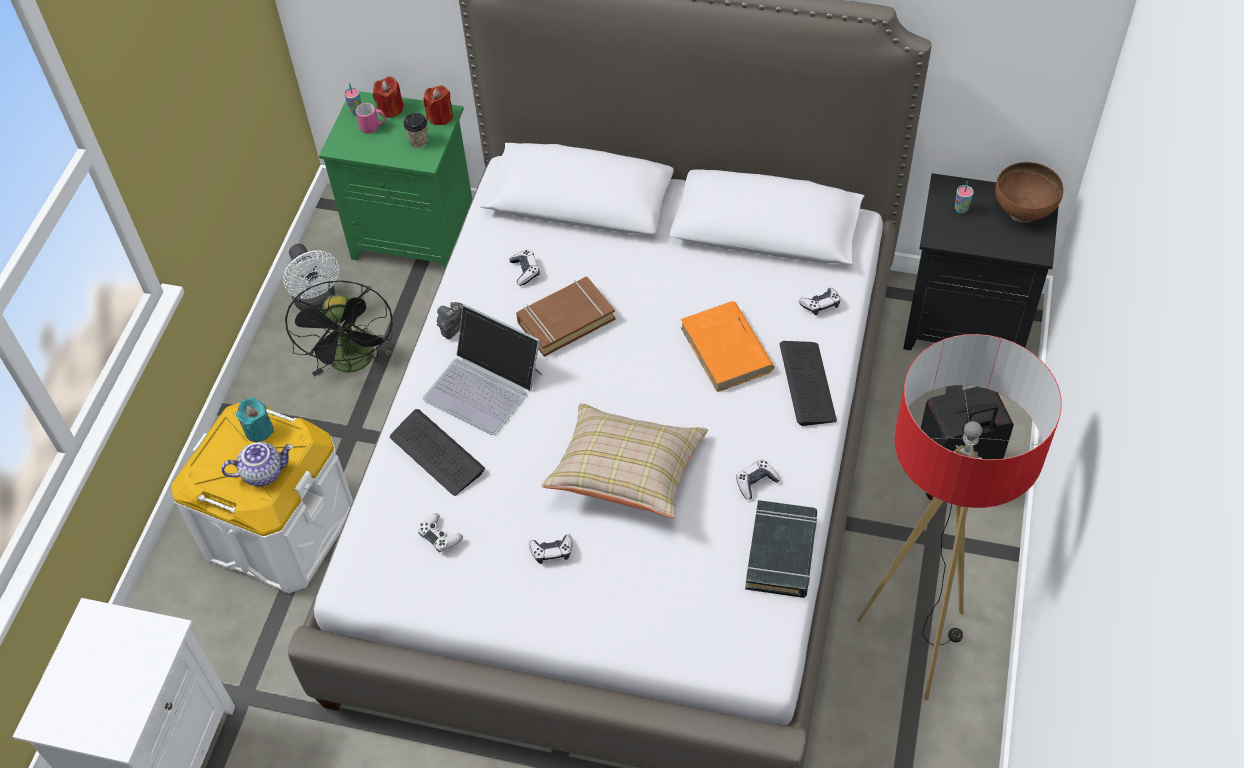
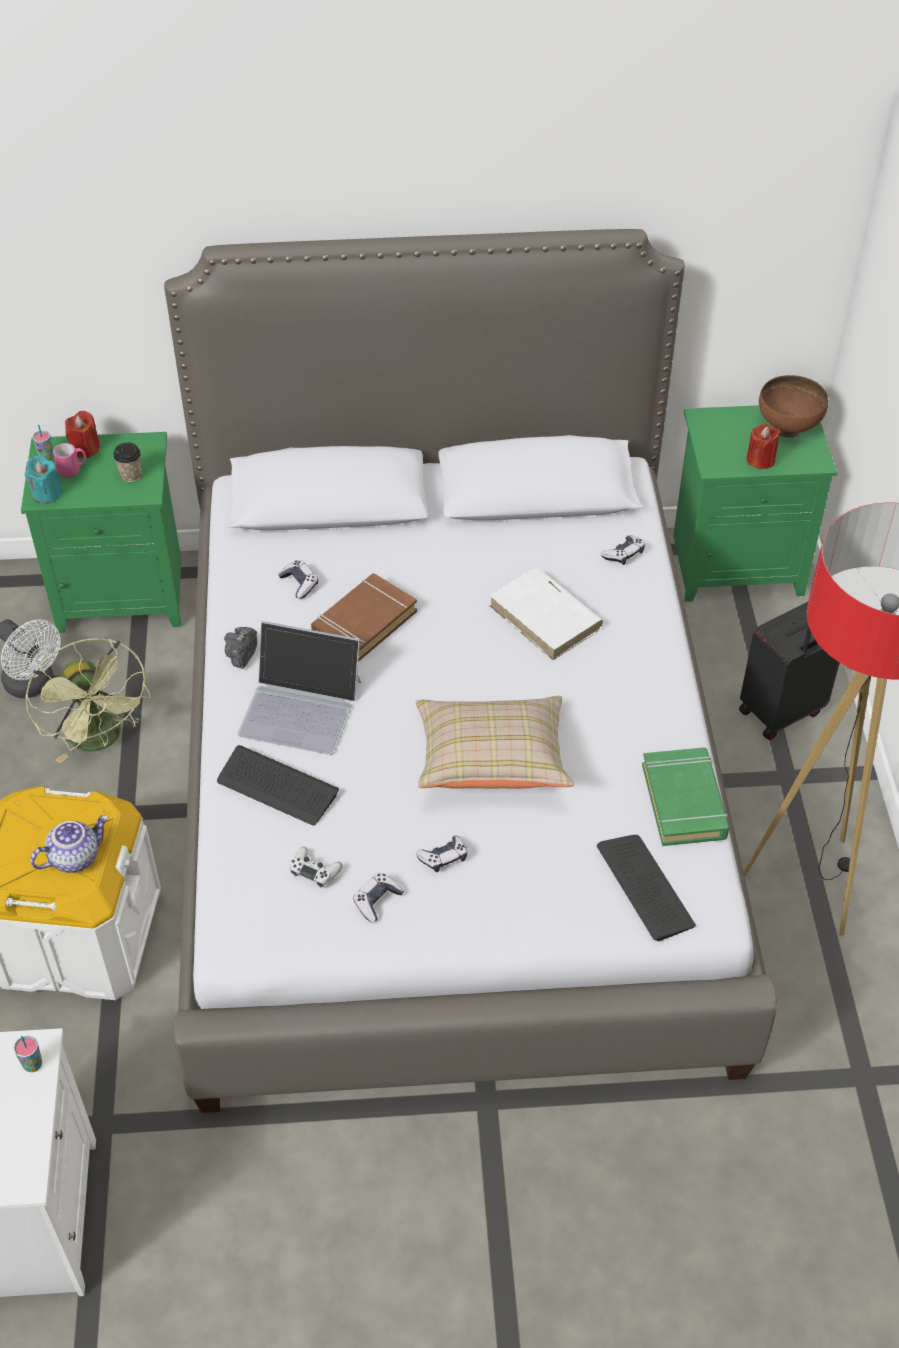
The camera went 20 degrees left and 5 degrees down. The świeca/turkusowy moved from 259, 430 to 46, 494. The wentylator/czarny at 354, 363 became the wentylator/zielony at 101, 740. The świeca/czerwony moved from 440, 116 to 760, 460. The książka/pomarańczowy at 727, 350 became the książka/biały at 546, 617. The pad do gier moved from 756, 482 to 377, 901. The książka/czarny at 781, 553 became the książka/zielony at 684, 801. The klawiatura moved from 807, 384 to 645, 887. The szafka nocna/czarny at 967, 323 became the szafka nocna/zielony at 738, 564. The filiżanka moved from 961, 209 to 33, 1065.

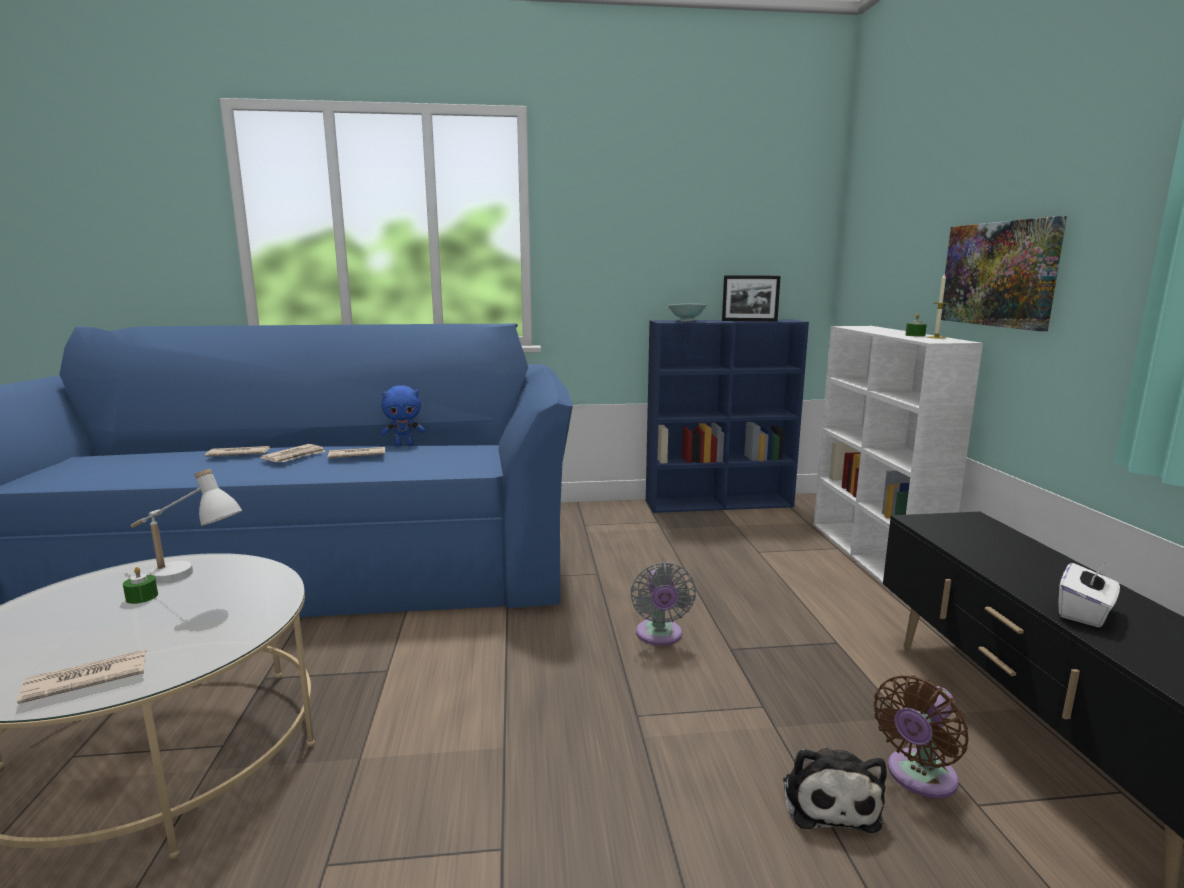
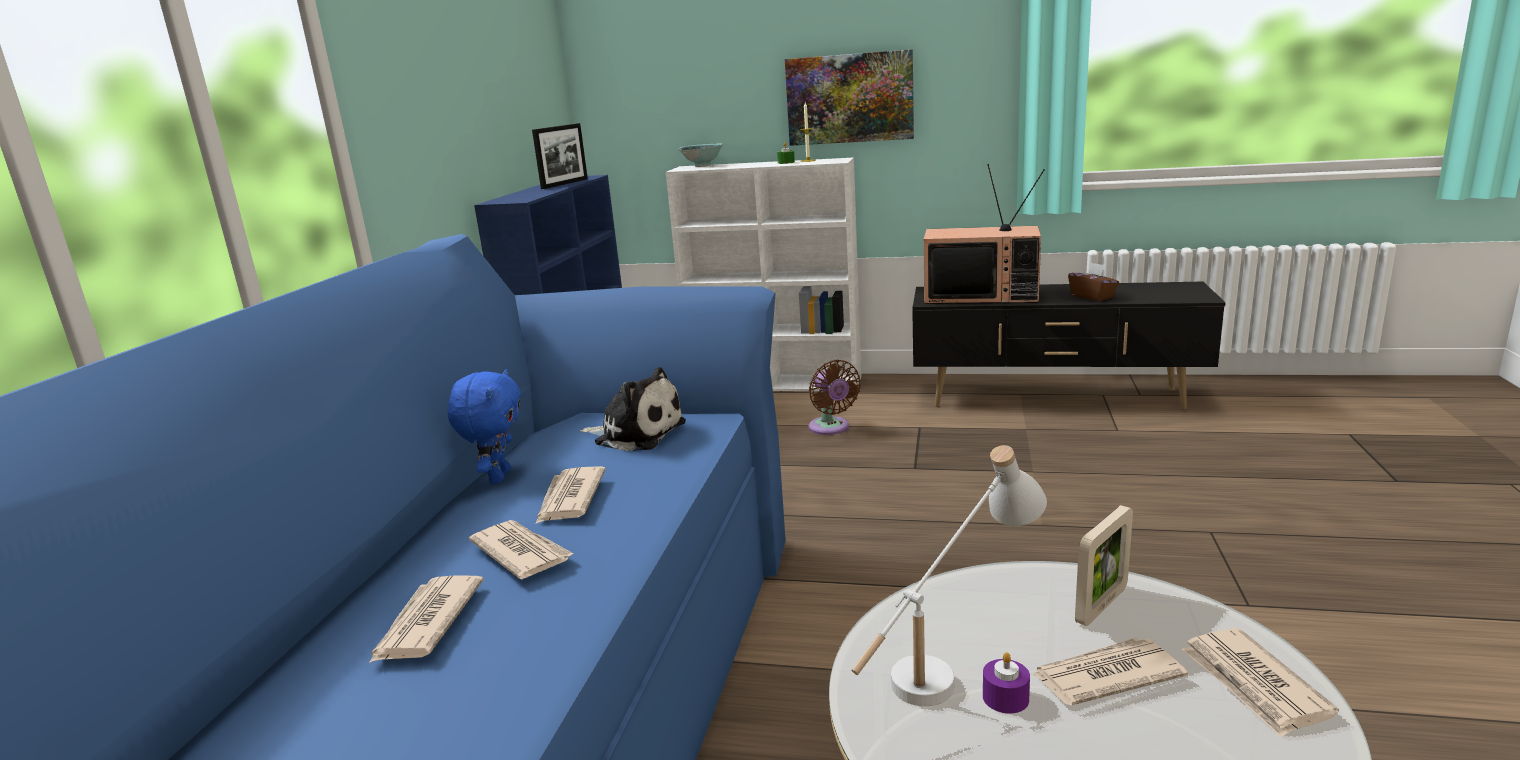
The camera went 70 degrees left and 5 degrees up. The świeca/zielony at 142, 597 became the świeca/fioletowy at 1005, 698. The wentylator/szary at 659, 636 disappeared. The miska moved from 687, 321 to 702, 166. The pluszak moved from 829, 800 to 636, 433. The wentylator/brązowy moved from 918, 777 to 831, 428. The pudełko chusteczek/biały at 1084, 613 became the pudełko chusteczek/brązowy at 1092, 297. The telewizor at 982, 296 appeared. The gazeta at 1105, 676 appeared. The ramka na zdjęcie at 1101, 605 appeared.

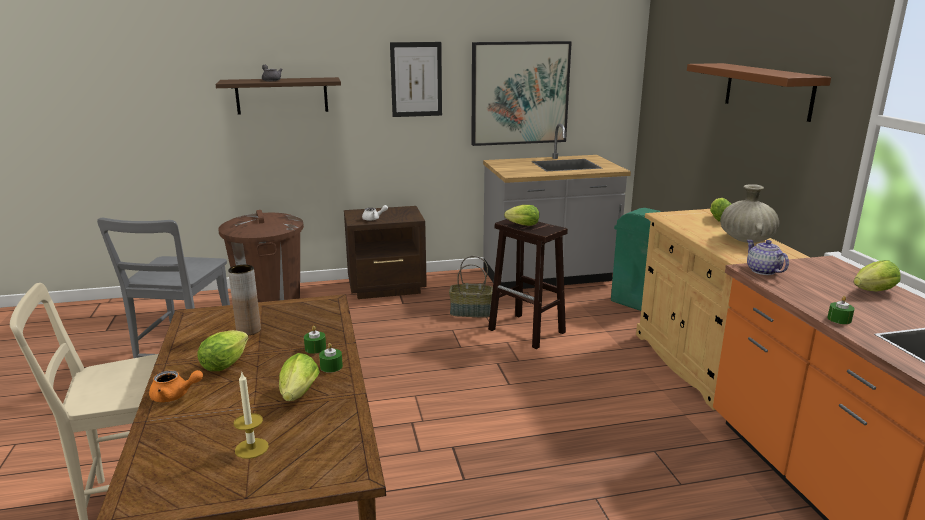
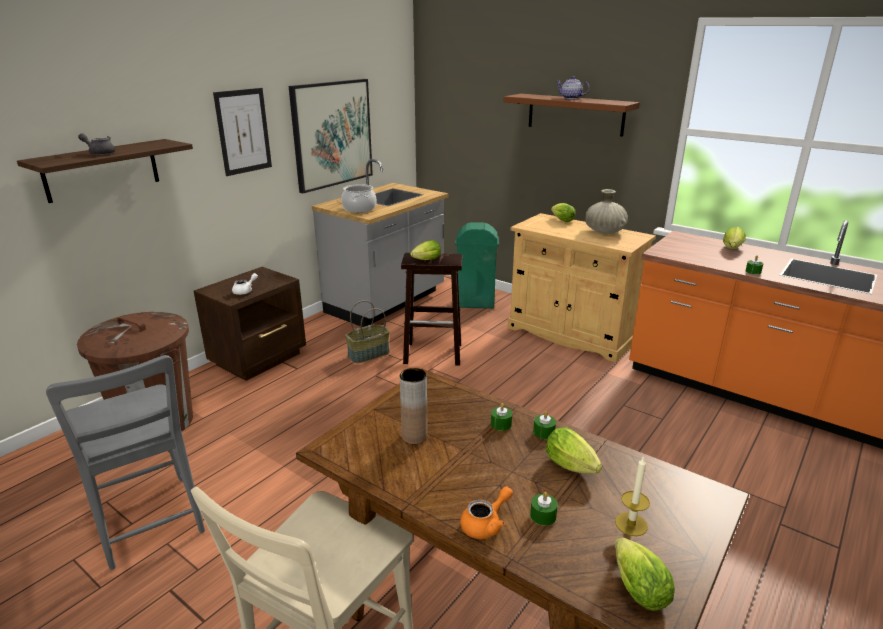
The camera went 40 degrees left and 5 degrees up. The sałata moved from 227, 363 to 636, 586. The imbryk moved from 763, 271 to 571, 98. The garnek at 359, 209 appeared. The świeca/zielony at 543, 516 appeared.

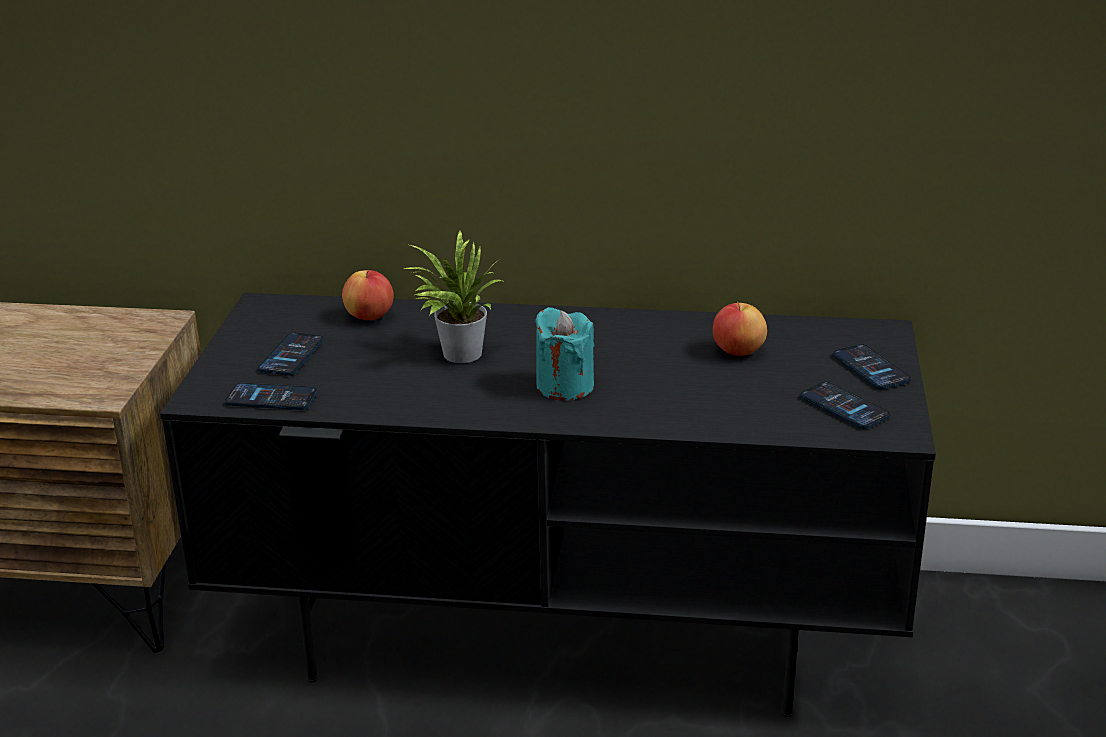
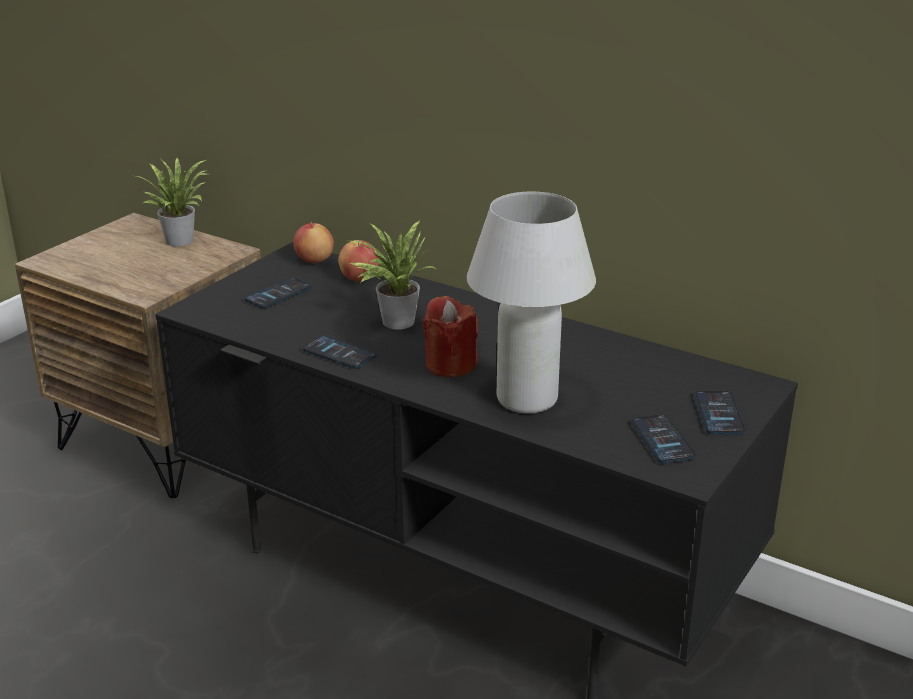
The camera went 25 degrees right and 0 degrees up. The telefon moved from 271, 398 to 339, 353. The świeca/turkusowy at 565, 386 became the świeca/czerwony at 450, 365. The jabłko moved from 738, 351 to 314, 260. The roślina doniczkowa at 181, 239 appeared. The lampa stołowa/biały at 527, 399 appeared.

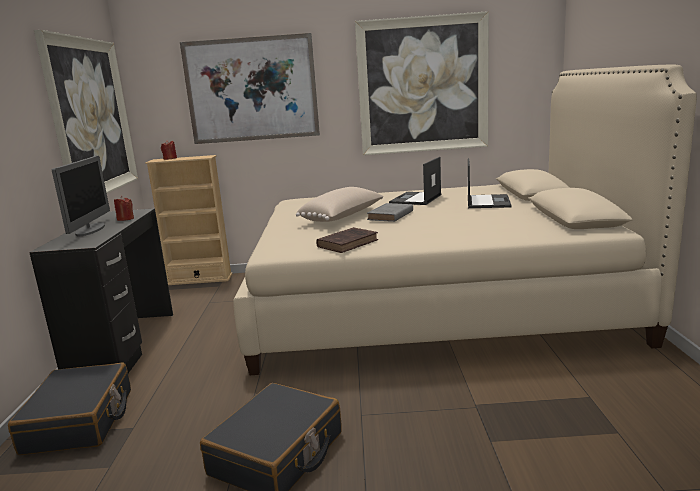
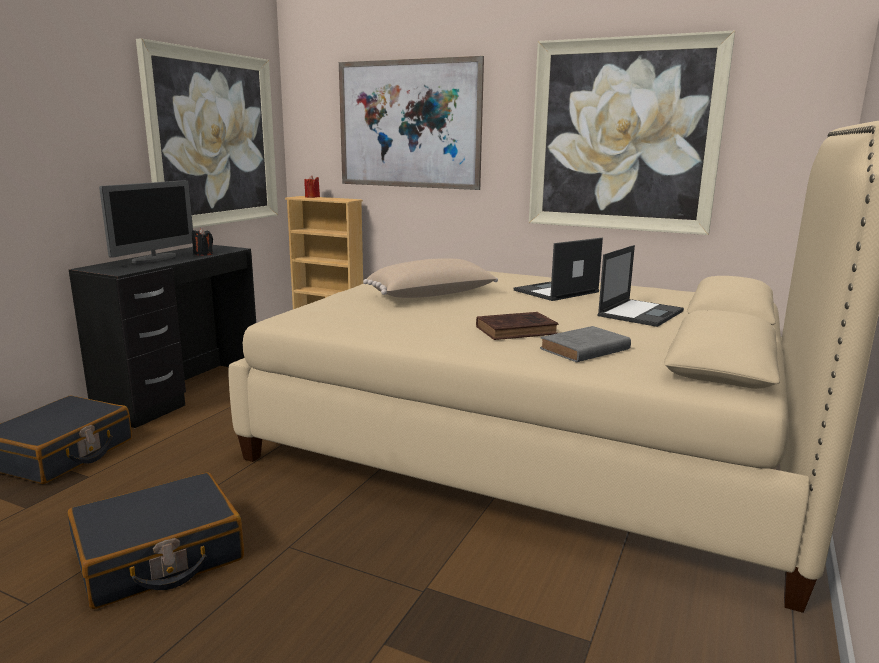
The camera went 25 degrees right and 0 degrees up. The świeca/czerwony at 125, 219 became the świeca/czarny at 203, 254. The książka/brązowy moved from 349, 243 to 518, 330. The książka/szary moved from 390, 216 to 583, 350.

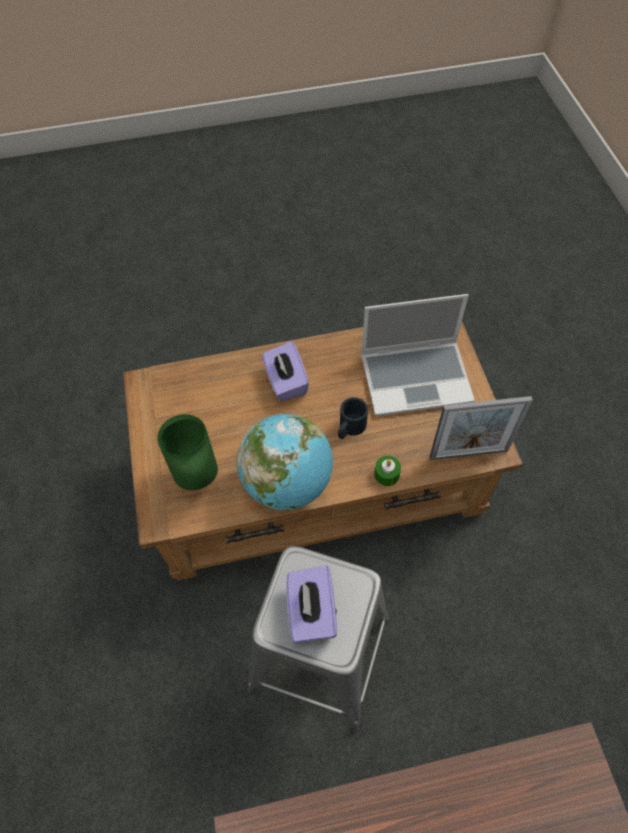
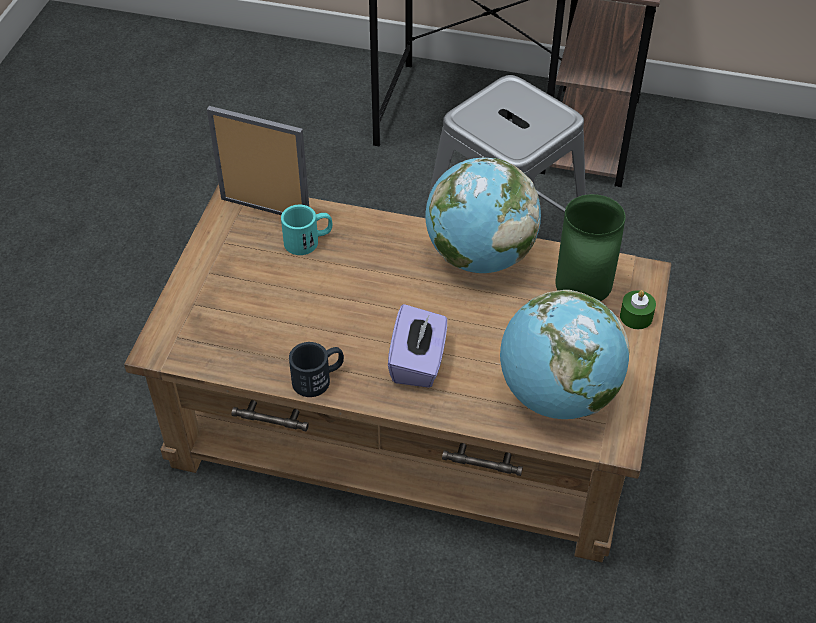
The camera went 155 degrees left and 10 degrees down. The pudełko chusteczek/fioletowy at 311, 612 disappeared. The kubek/czarny moved from 349, 428 to 318, 378. The laptop at 416, 378 disappeared. The świeca/zielony moved from 386, 474 to 636, 316. The kubek/turkusowy at 308, 241 appeared. The globus at 557, 395 appeared.

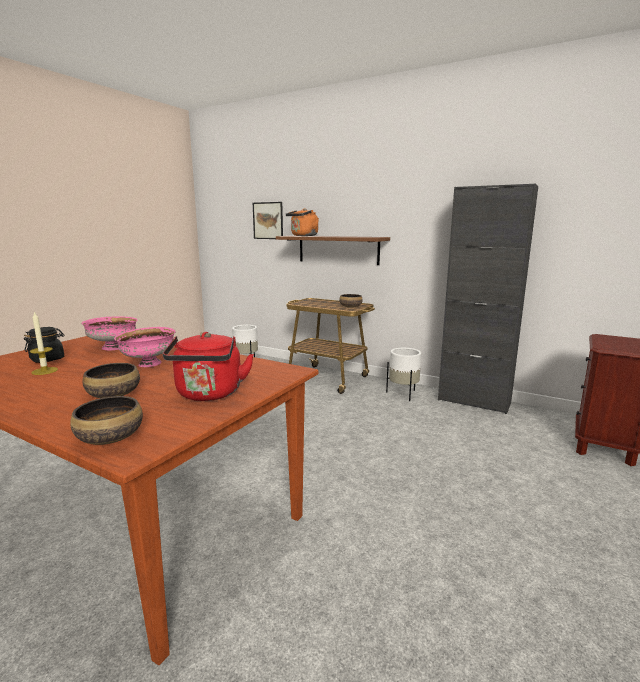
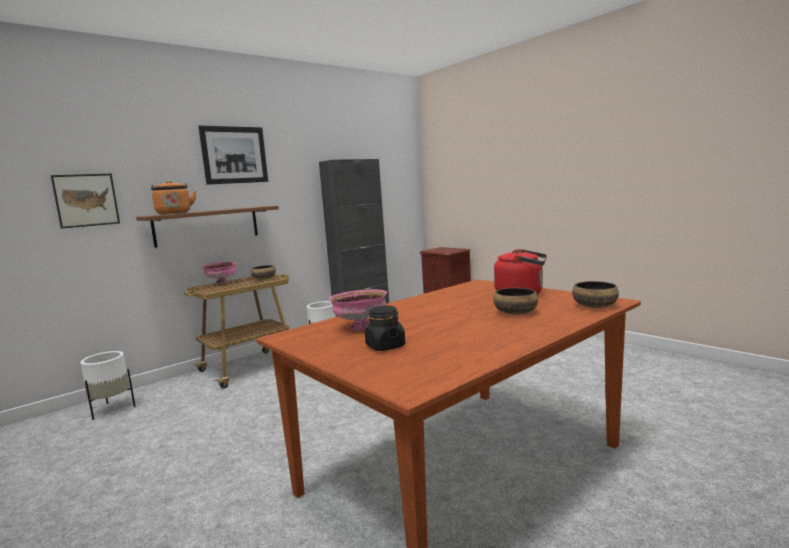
The camera went 70 degrees left and 5 degrees down. The świeca at 44, 371 disappeared. The miska/różowy moved from 148, 364 to 222, 283. The obraz at 234, 155 appeared.

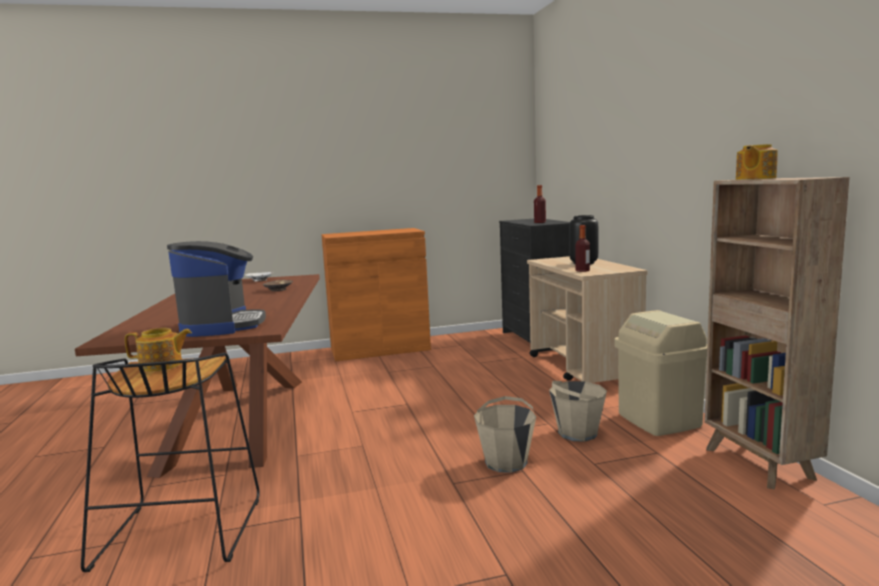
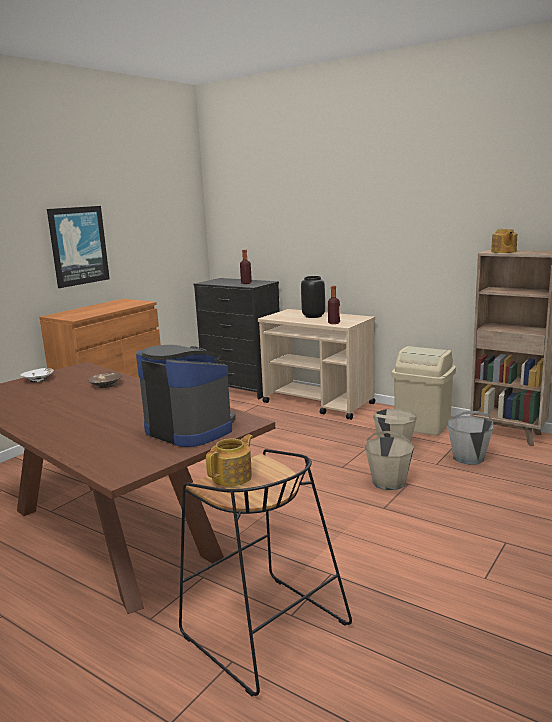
The camera went 40 degrees left and 5 degrees up. The obraz at 78, 246 appeared. The wiadro/szary at 469, 458 appeared.

